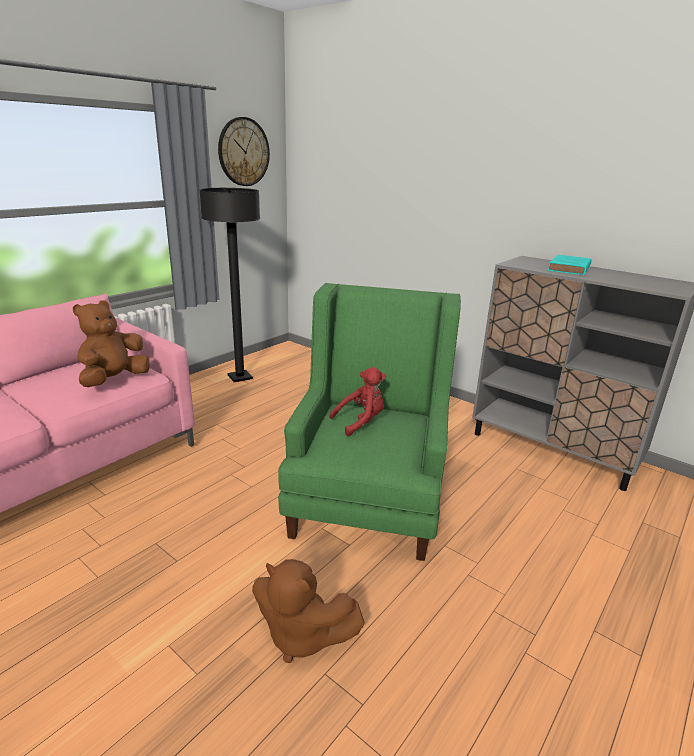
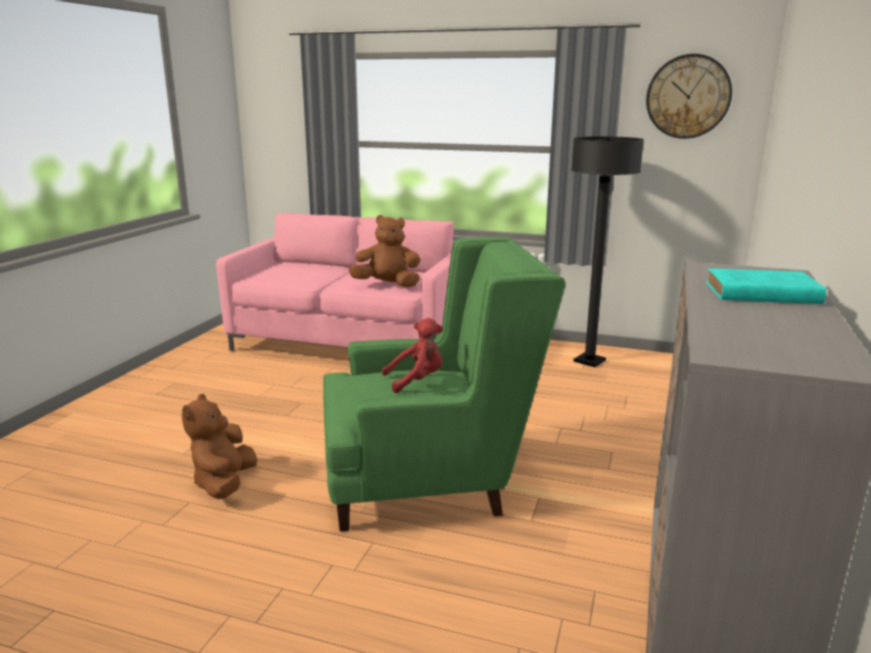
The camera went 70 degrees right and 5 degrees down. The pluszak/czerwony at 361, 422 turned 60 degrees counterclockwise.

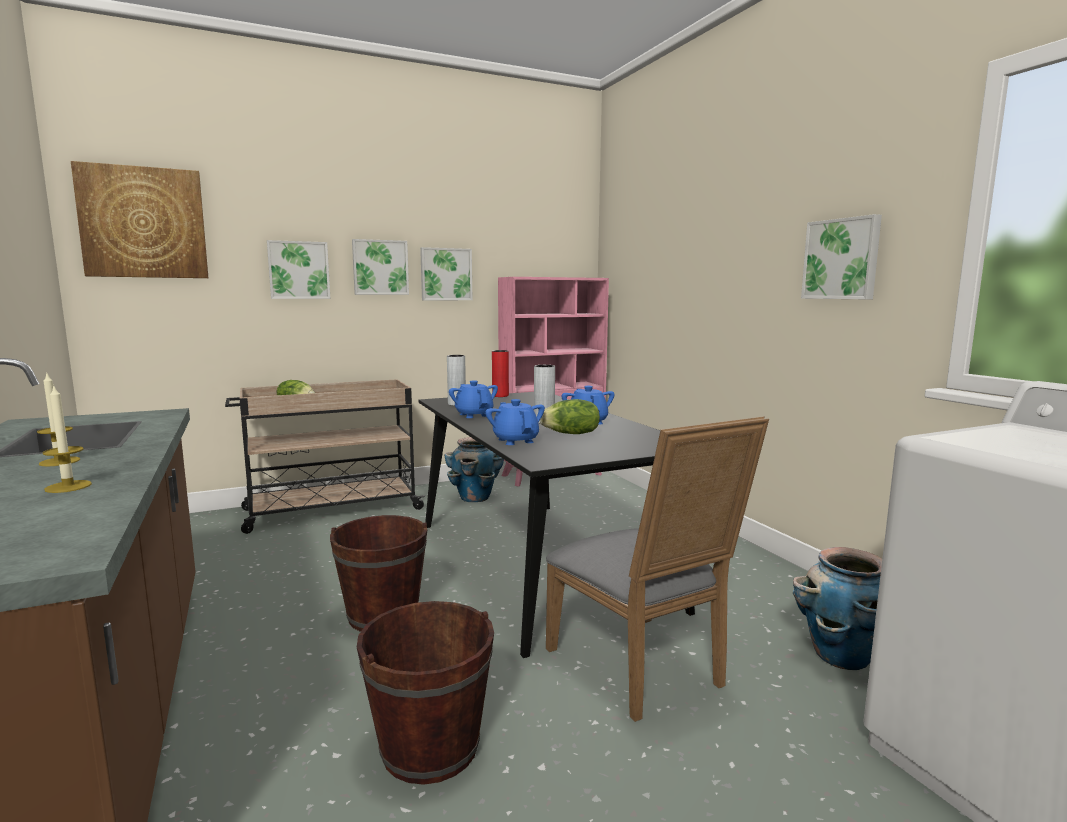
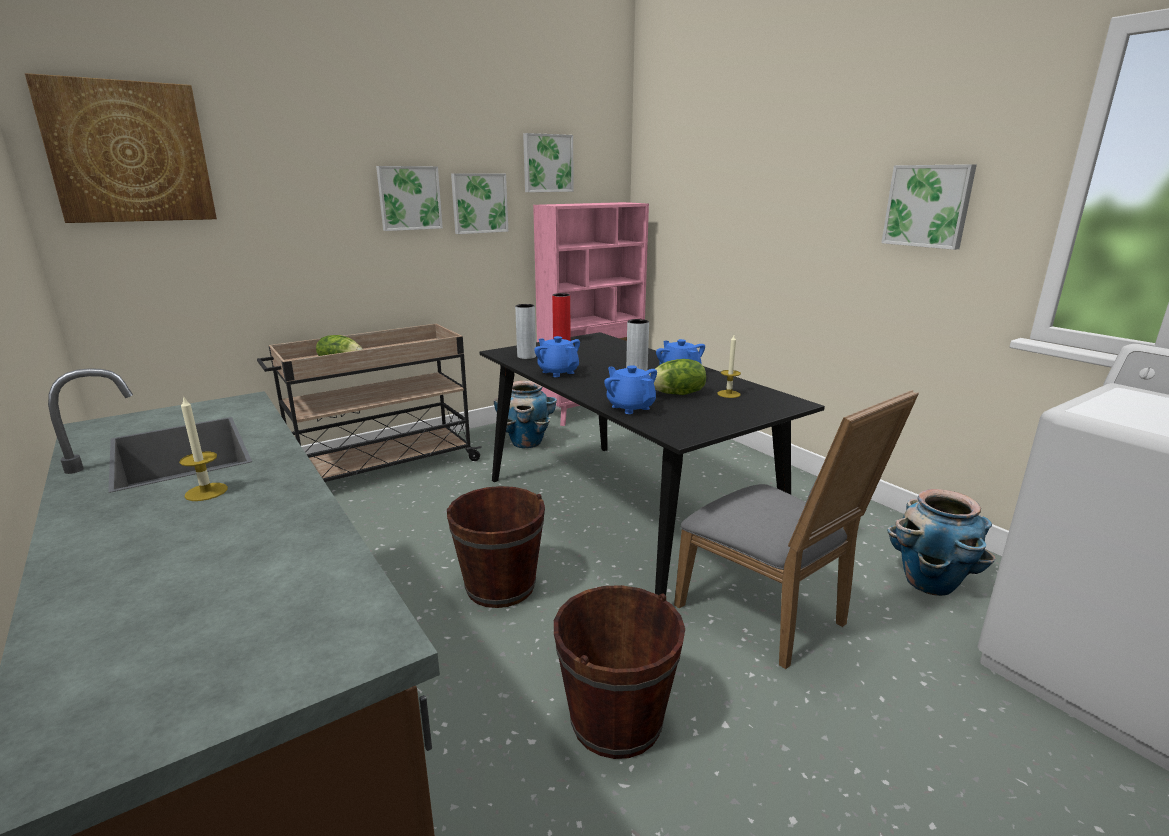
The camera went 10 degrees left and 10 degrees up. The świeca moved from 68, 486 to 728, 394. The obraz moved from 299, 270 to 547, 163.

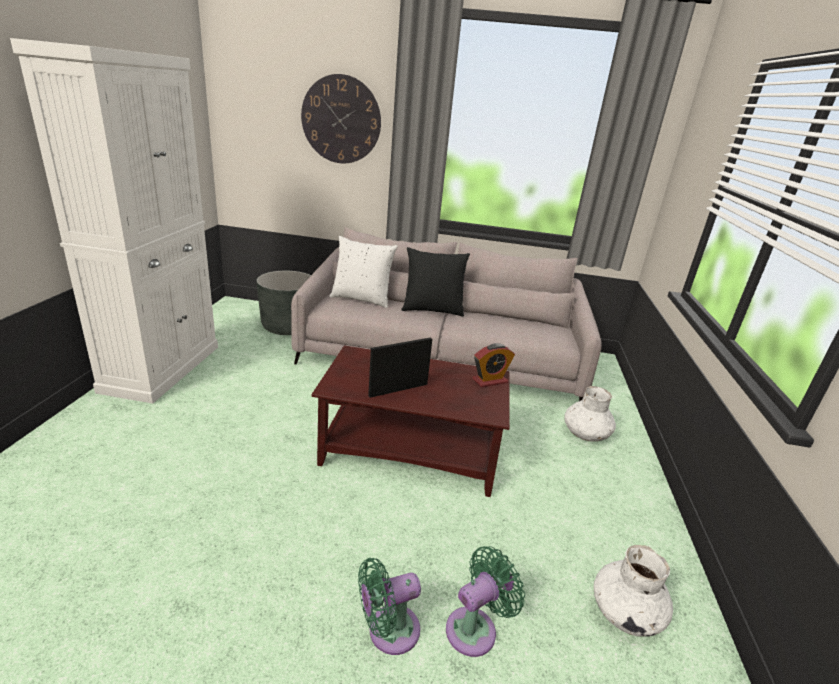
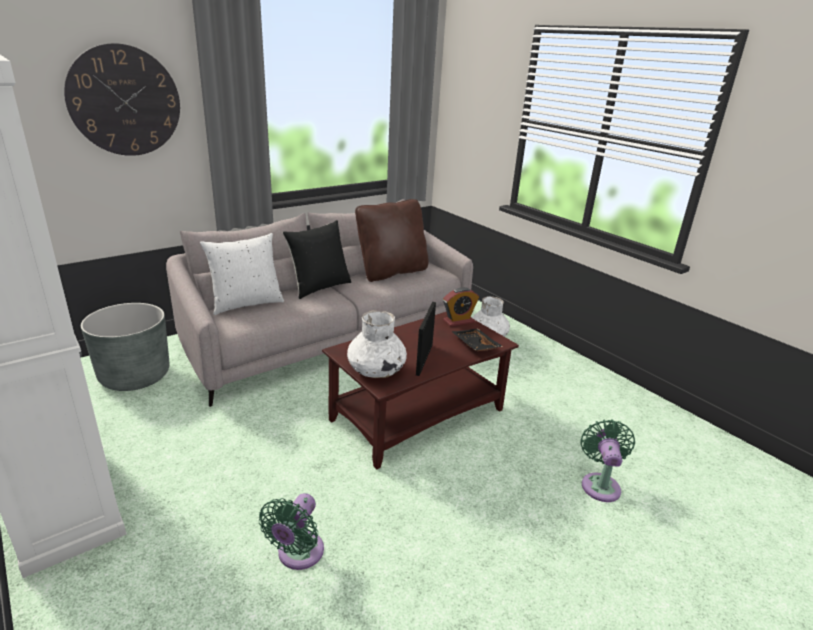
The camera went 45 degrees left and 0 degrees up. The wentylator/zielony moved from 388, 631 to 298, 554. The budzik at 490, 381 turned 45 degrees clockwise. The wazon/biały moved from 625, 612 to 376, 370. The poduszka/brązowy at 392, 272 appeared. The taca/czarny at 474, 346 appeared.

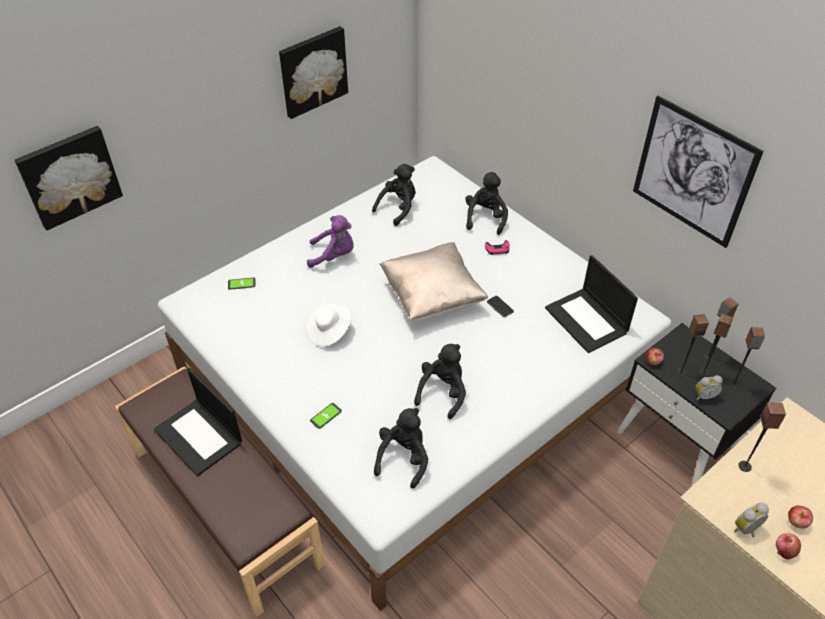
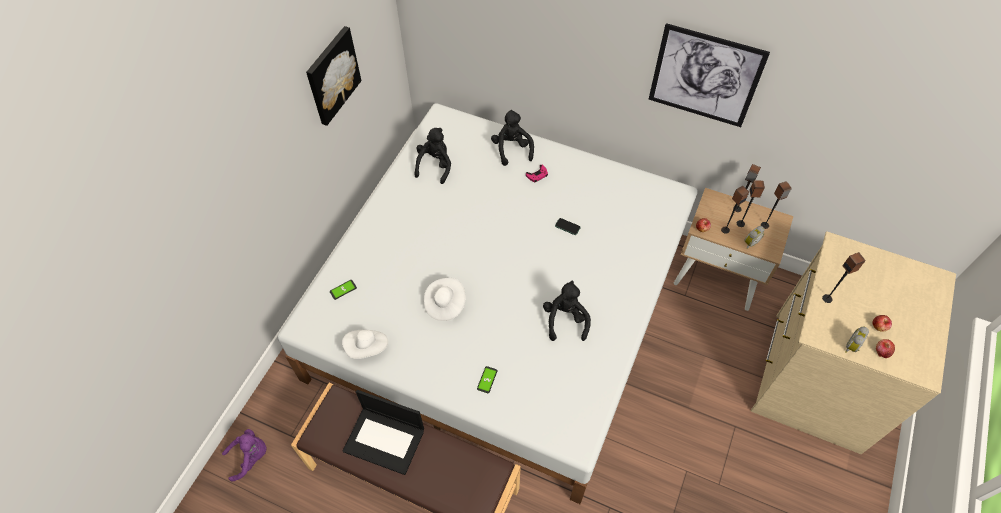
The camera went 25 degrees left and 10 degrees up. The obraz at 69, 176 disappeared. The pluszak/fioletowy moved from 334, 256 to 250, 457. The pluszak/czarny at 403, 458 disappeared. The poduszka/beżowy at 432, 297 disappeared. The laptop at 587, 320 disappeared. The szafka nocna/czarny at 676, 442 became the szafka nocna/beżowy at 718, 275. The kapelusz/biały at 367, 348 appeared.

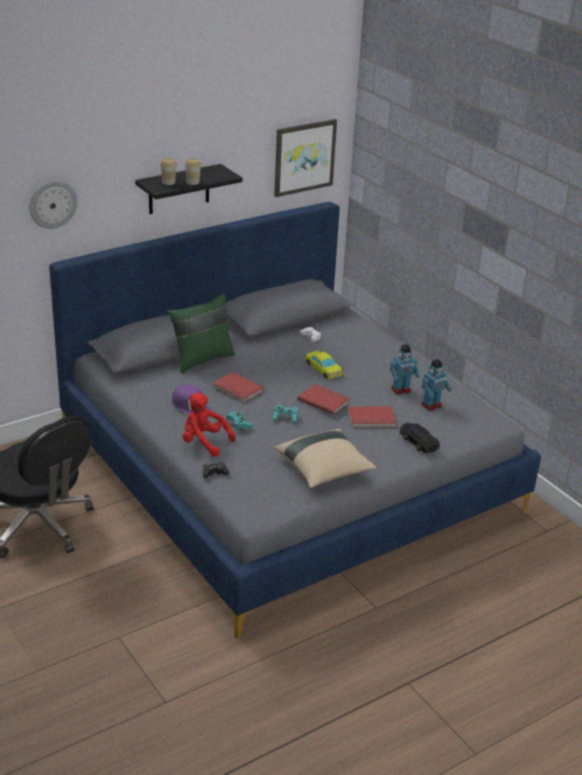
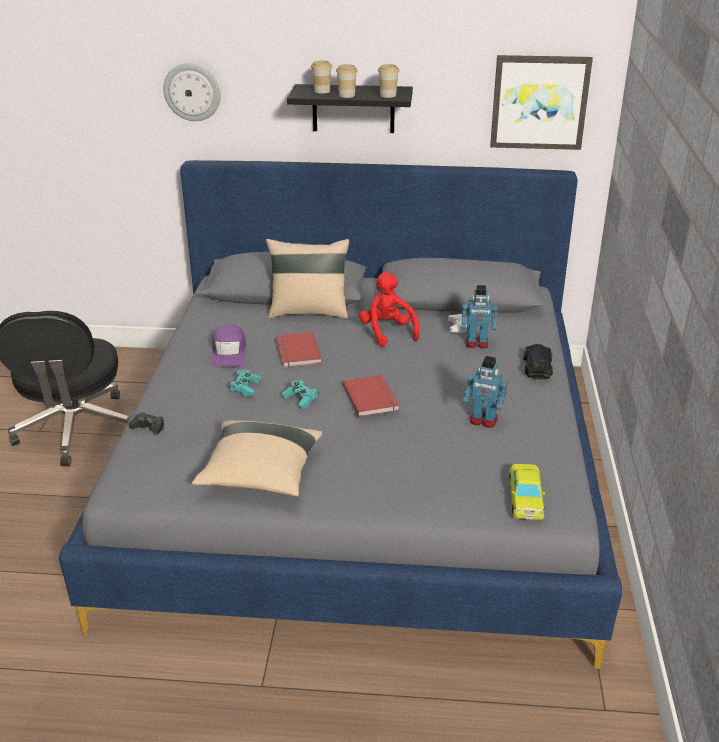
The camera went 40 degrees right and 0 degrees up. The poduszka/zielony at 201, 359 became the poduszka/beżowy at 309, 311. The pluszak/czerwony moved from 204, 442 to 387, 332. The samochodzik/żółty moved from 323, 368 to 525, 496. The książka/czerwony at 372, 419 disappeared. The samochodzik/czarny moved from 418, 441 to 537, 366. The robot zabawkowy moved from 432, 405 to 477, 343. The filiżanka at 388, 95 appeared.

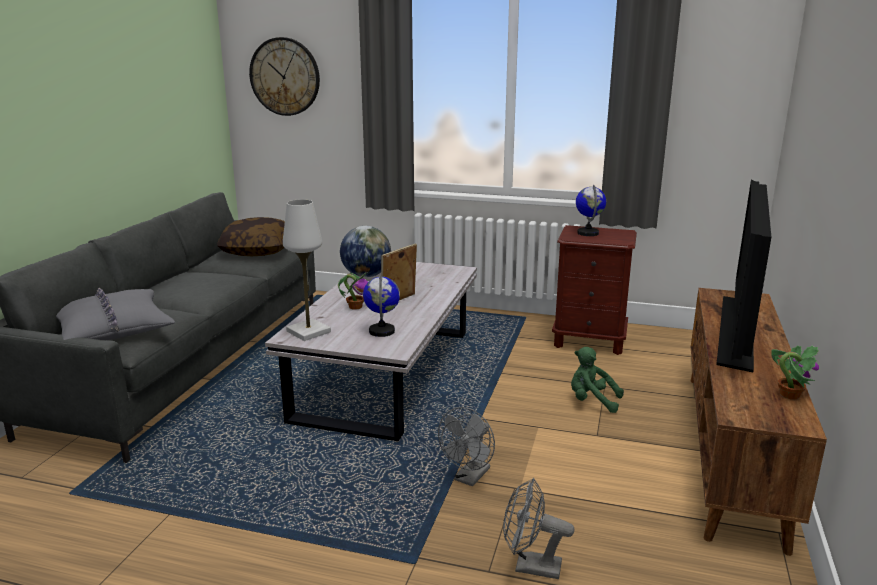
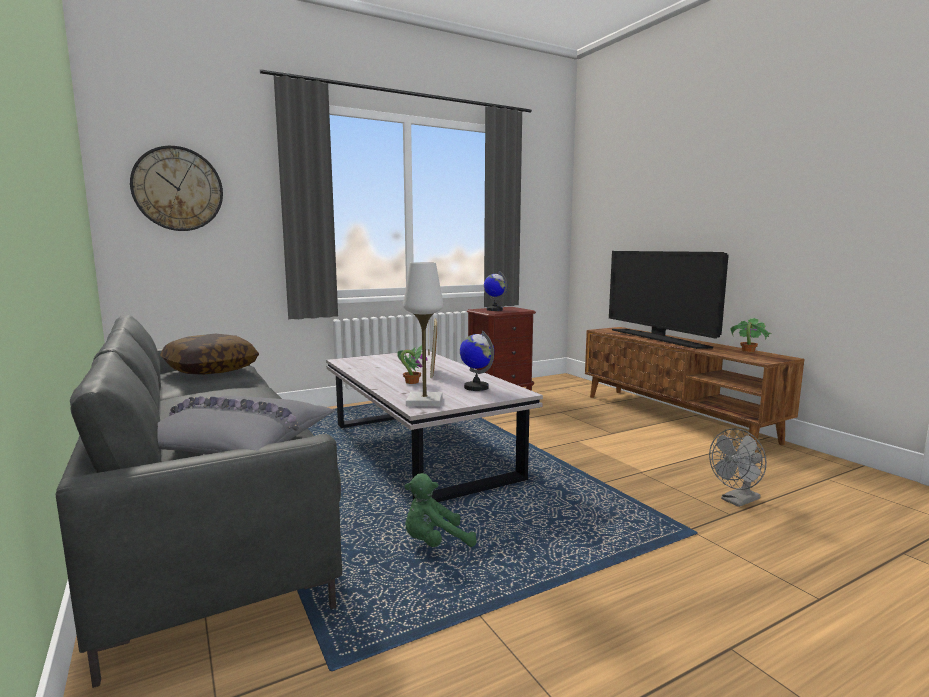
The camera went 45 degrees left and 10 degrees down. The globus at 366, 275 disappeared. The wentylator/szary at 469, 478 disappeared. The pluszak/zielony moved from 592, 401 to 435, 543.

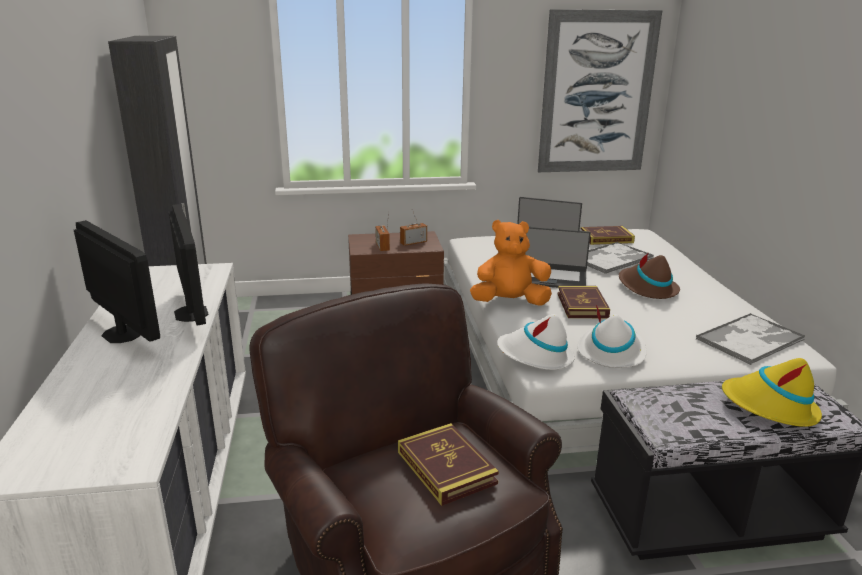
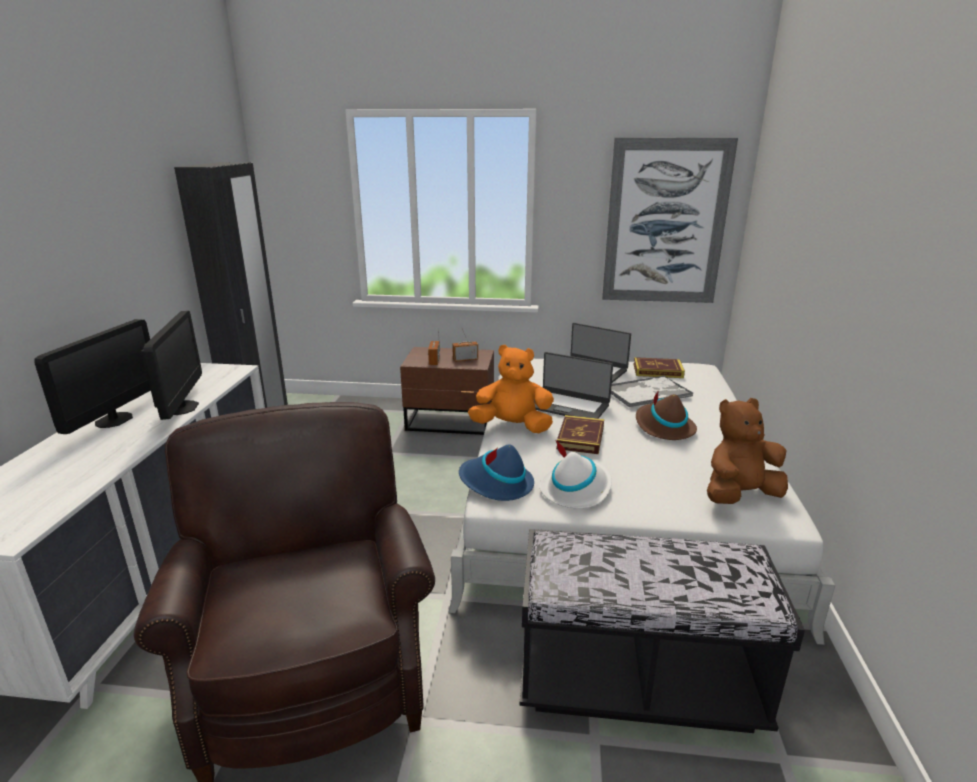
The camera went 15 degrees right and 0 degrees up. The monitor at 122, 334 turned 45 degrees clockwise. The książka at 446, 467 disappeared. The kapelusz/biały at 535, 356 became the kapelusz/niebieski at 496, 484. The taca at 750, 339 was replaced by the pluszak/brązowy at 739, 495. The kapelusz/żółty at 769, 407 disappeared.

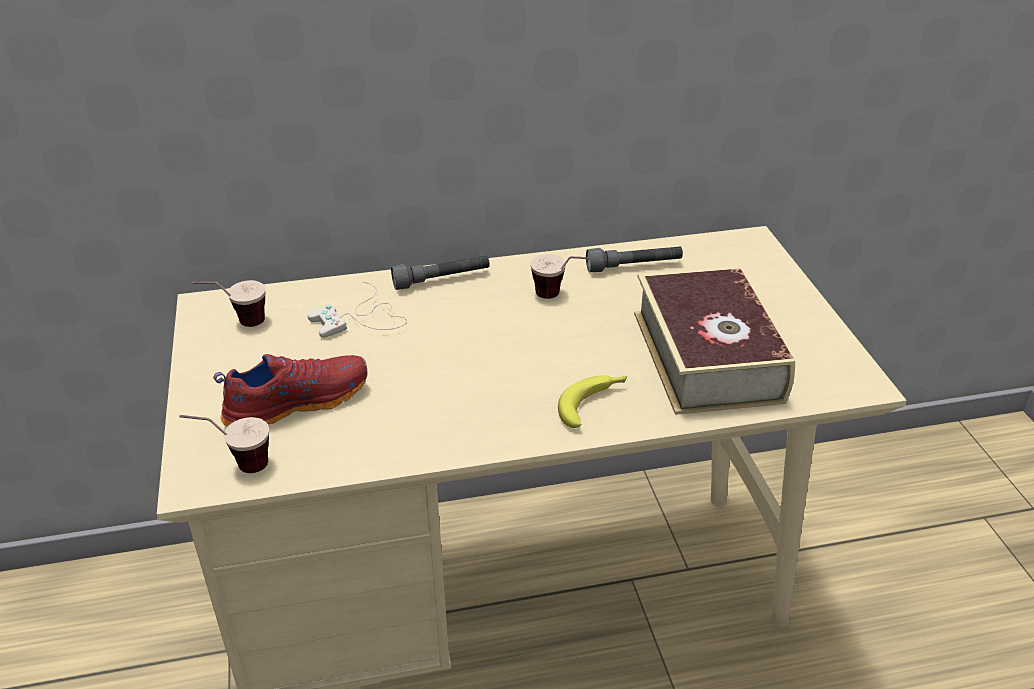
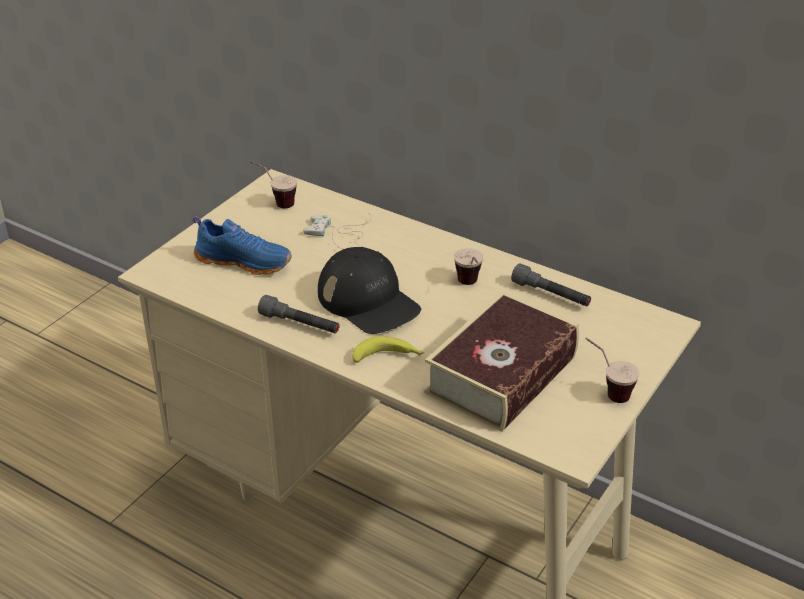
The camera went 45 degrees right and 0 degrees up. The filiżanka moved from 235, 466 to 606, 390. The but/czerwony at 296, 402 became the but/niebieski at 244, 261. The latarka/szary moved from 442, 280 to 300, 324. The czapka z daszkiem/czarny at 368, 301 appeared.

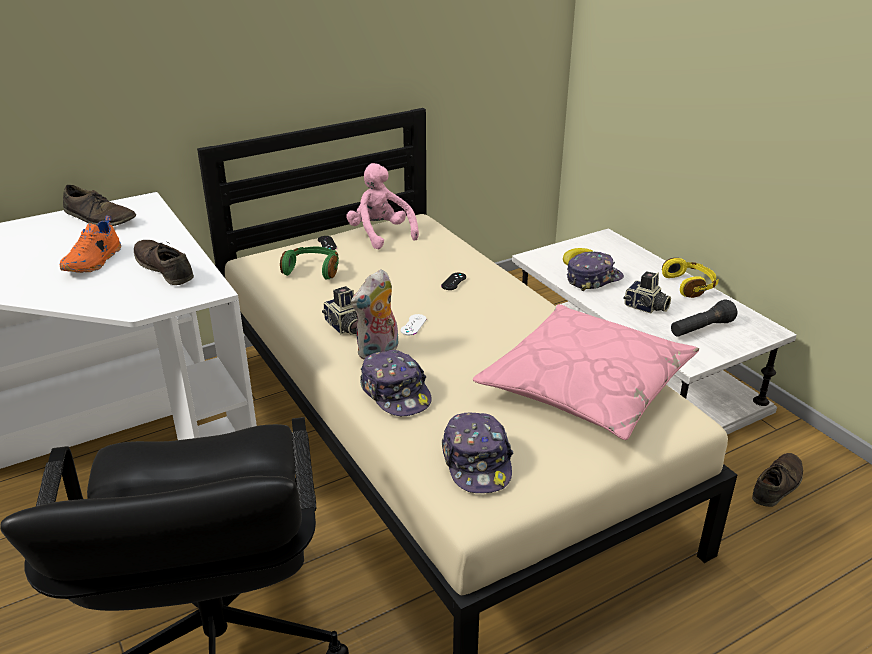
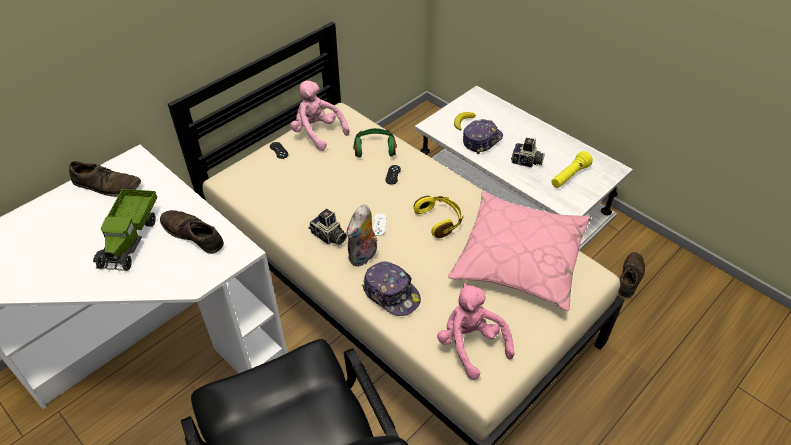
The camera went 15 degrees left and 15 degrees up. The but/pomarańczowy at 94, 262 was replaced by the ciężarówka zabawkowa at 130, 238. The słuchawki/zielony moved from 313, 270 to 374, 148. The czapka z daszkiem at 477, 462 was replaced by the pluszak/różowy at 470, 344. The słuchawki/żółty moved from 690, 285 to 439, 220. The latarka/czarny at 701, 329 became the latarka/żółty at 569, 176.

